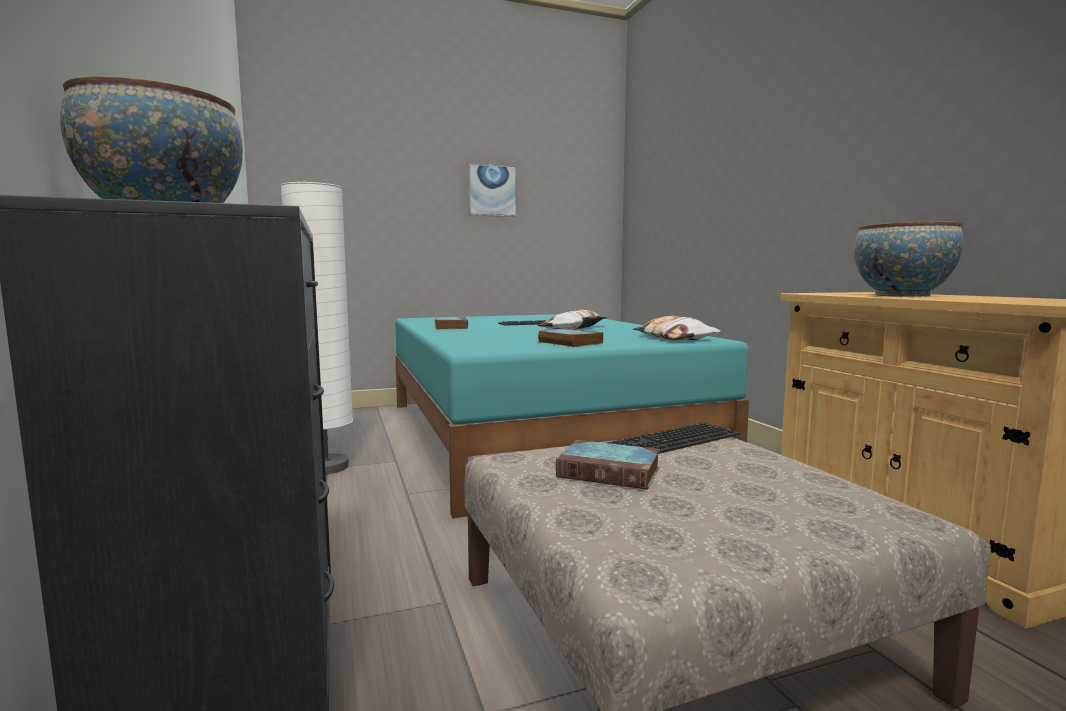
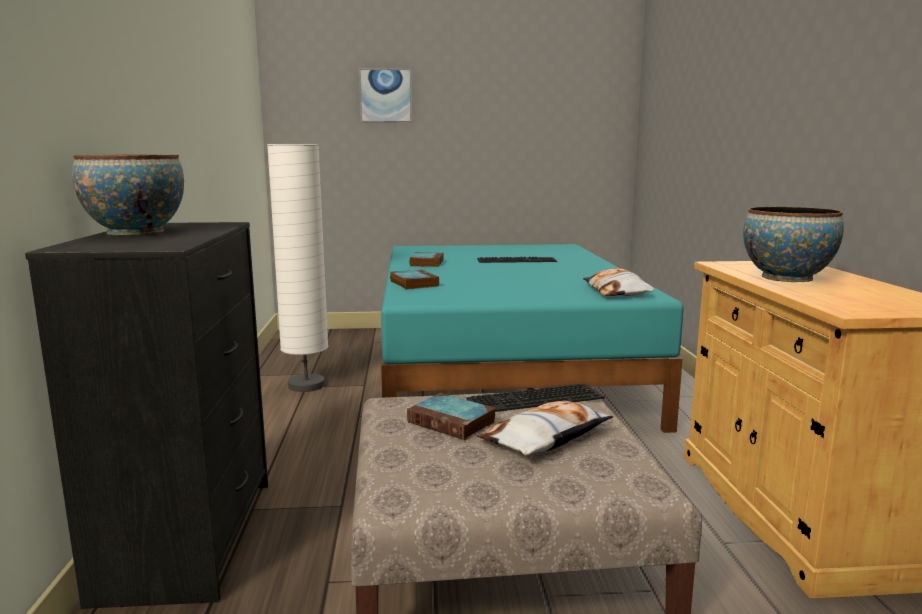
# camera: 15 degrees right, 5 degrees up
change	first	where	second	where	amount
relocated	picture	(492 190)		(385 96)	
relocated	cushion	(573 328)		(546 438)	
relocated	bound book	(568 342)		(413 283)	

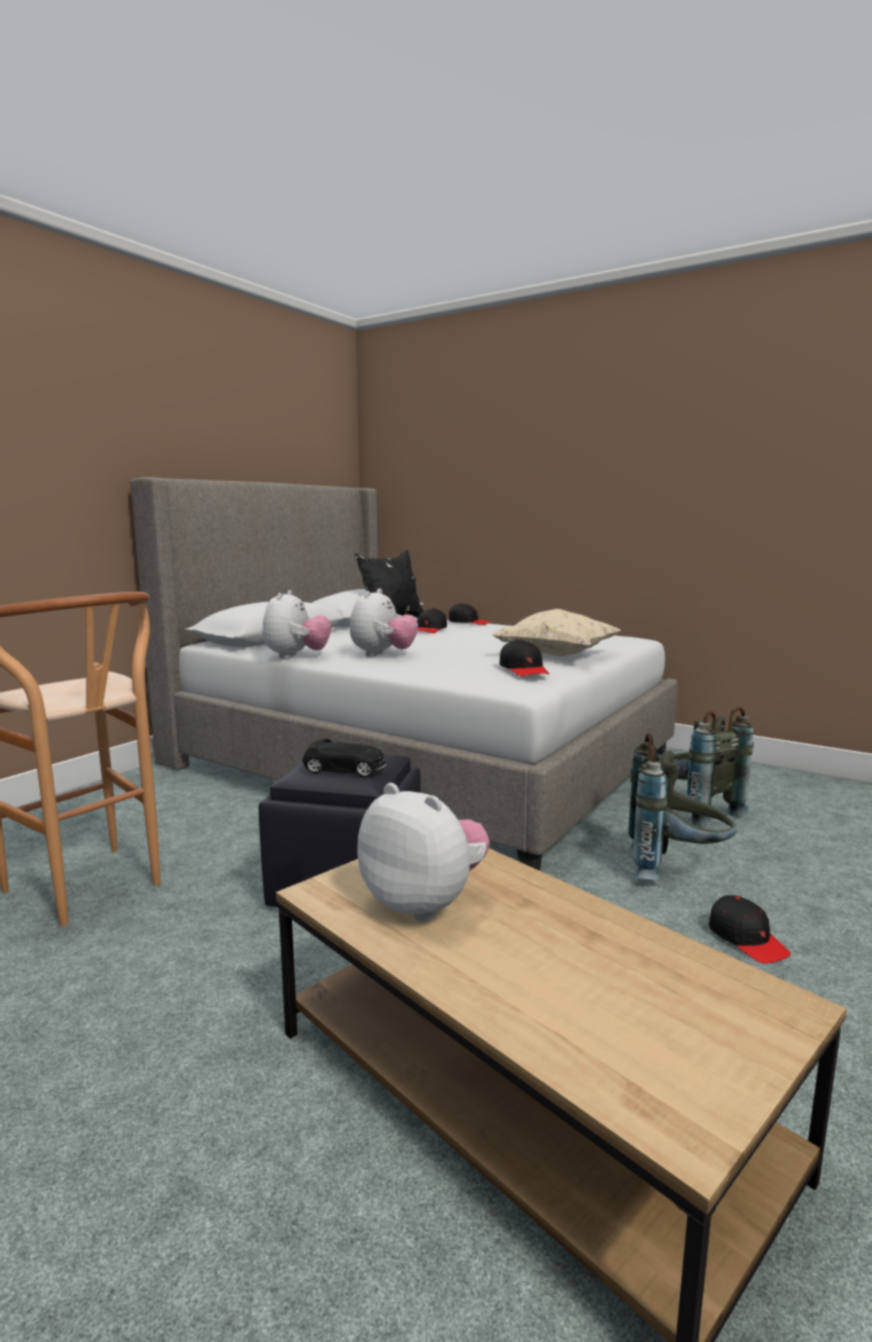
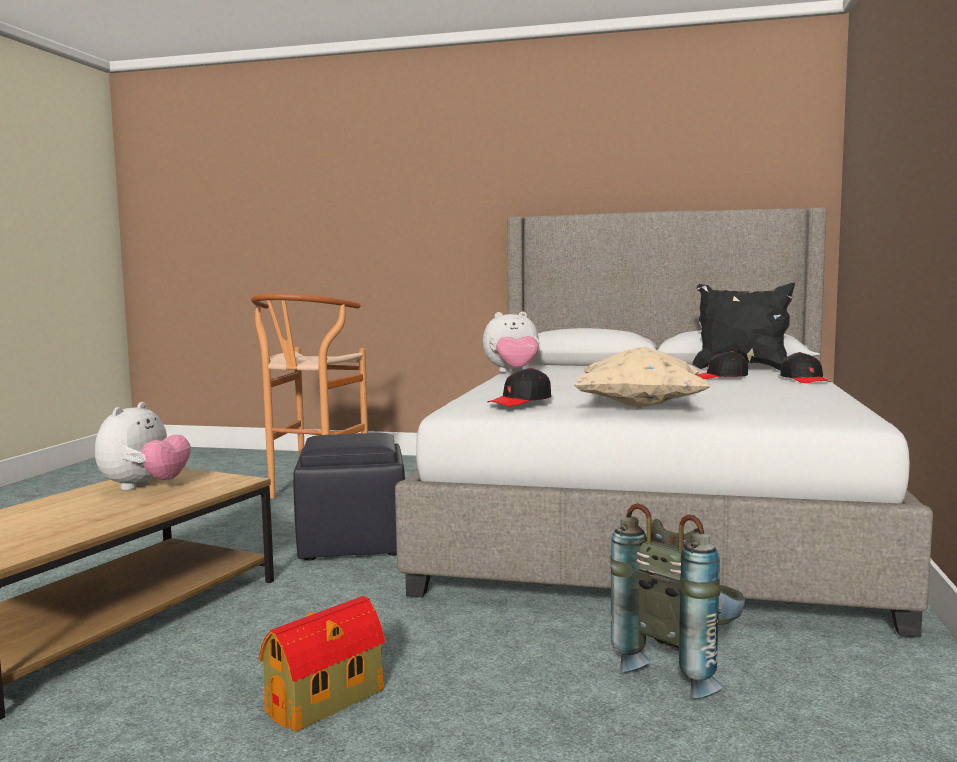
# camera: 70 degrees right, 5 degrees down
change	first	where	second	where	amount
missing	black-coloured toy car	(345 769)			
missing	plush toy	(383 655)			
missing	grey rucksack	(674 868)			
exchanged	black-coloured peaked cap	(747 939)	model house	(328 700)	

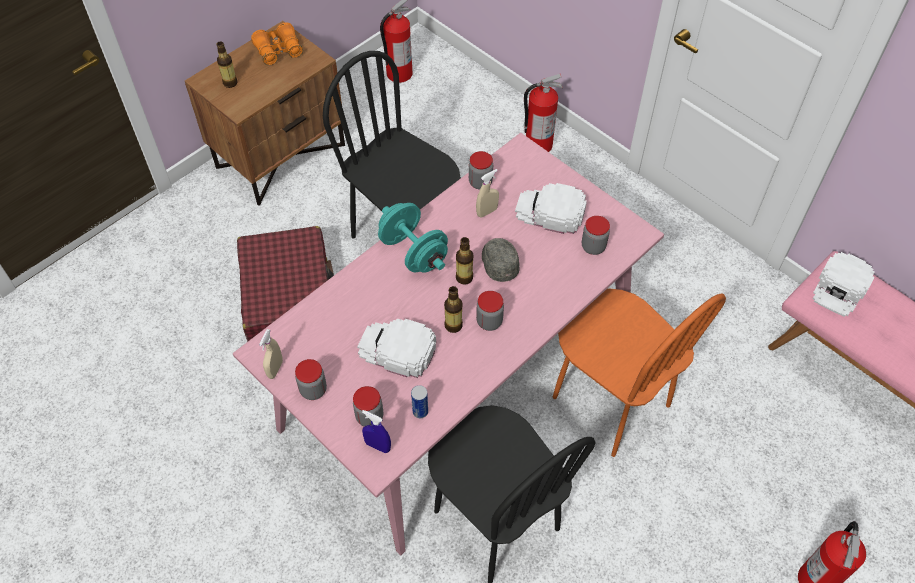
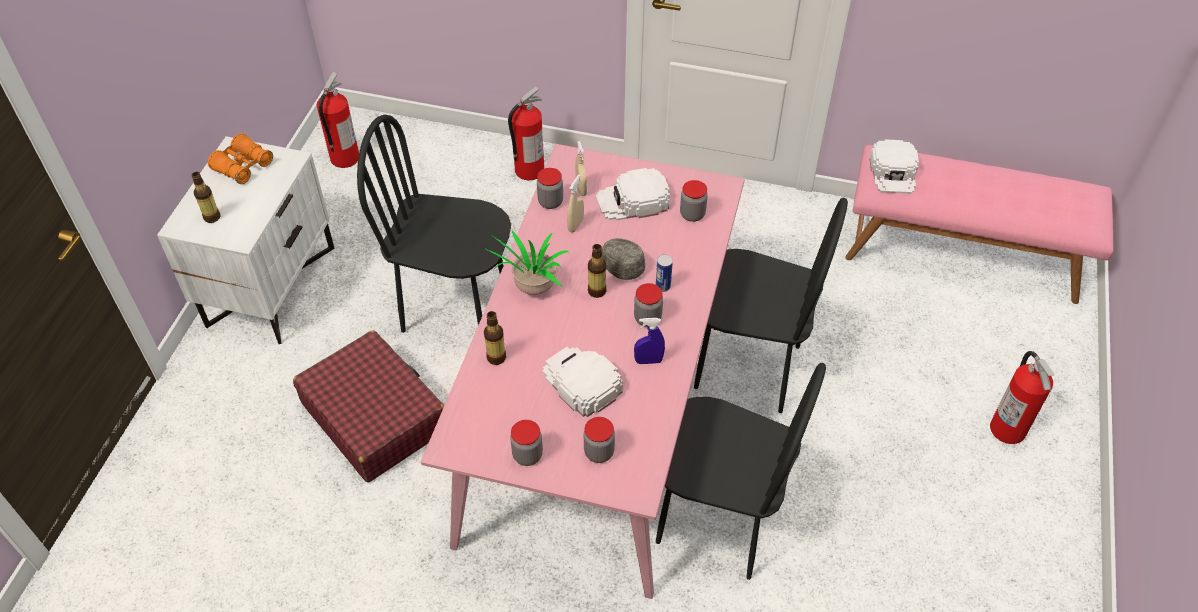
# camera: 30 degrees left, 5 degrees down
change	first	where	second	where	amount
relocated	beige sprayer	(275 369)		(581 189)	
relocated	bluish sprayer	(378 446)		(648 361)	
relocated	sealed can	(420 411)		(663 286)	
relocated	drink bottle	(453 325)		(496 357)	
exchanged	turquoise free weight	(413 252)	potted plant	(533 289)	
colour	brown bedside table	(280 155)	white bedside table	(270 285)	
colour	orangey chair	(610 402)	black-coloured chair	(747 367)	
spun	white peaked cap	(397 350)		(581 382)	60 degrees clockwise

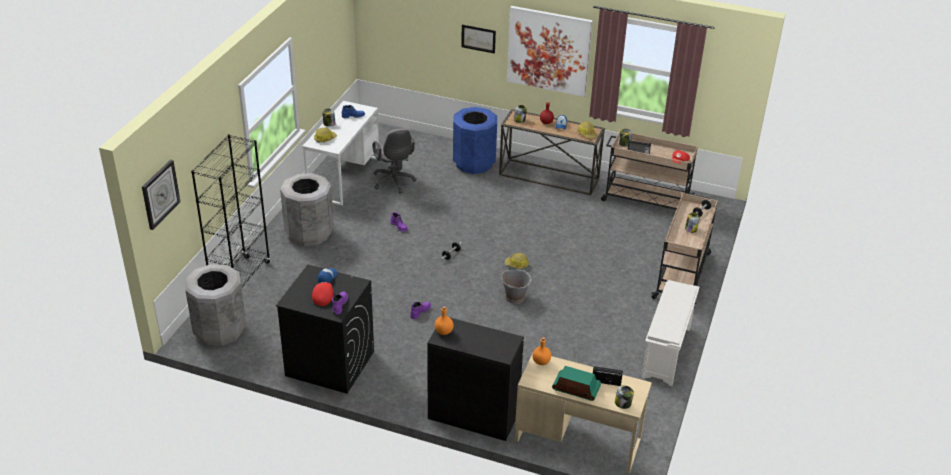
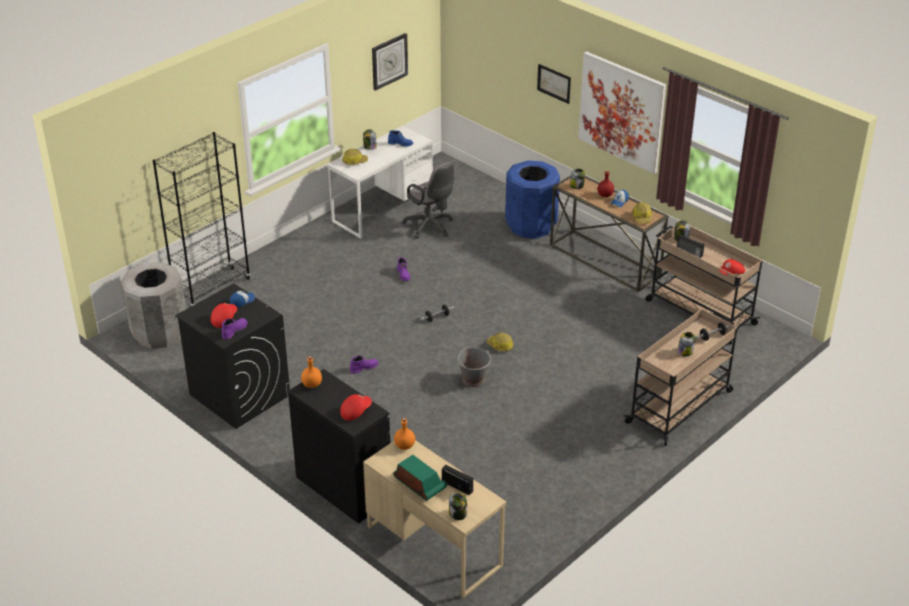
# camera: 25 degrees right, 0 degrees up
change	first	where	second	where	amount
missing	grey waste bin	(309 234)			
missing	white shoe stand	(666 353)			
appeared			reddish peaked cap	(355 411)	
relocated	wall clock	(160 194)		(389 61)	
spun	grey desk chair	(394 182)		(430 227)	45 degrees counterclockwise

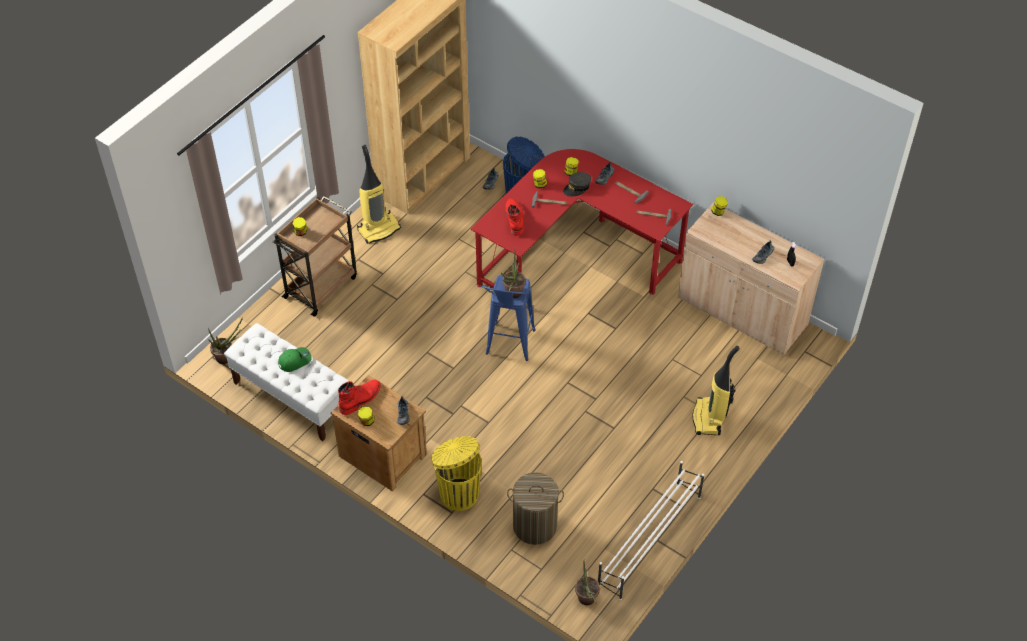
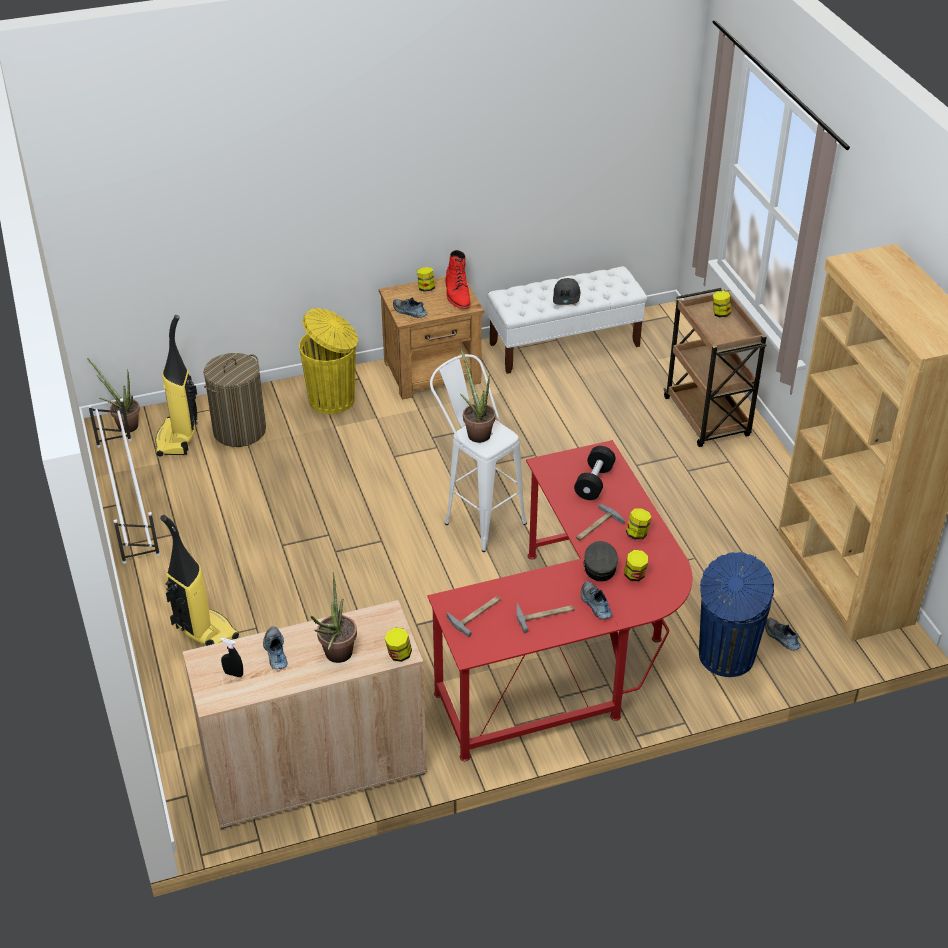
# camera: 125 degrees right, 10 degrees down
change	first	where	second	where	amount
relocated	potted plant	(227 357)		(336 657)	
relocated	vacuum	(379 229)		(178 439)	
exchanged	reddish boot	(514 219)	black-coloured free weight	(594 482)	
colour	greenish peaked cap	(294 360)	grey peaked cap	(566 297)	
colour	bluish sitting stool	(508 349)	white sitting stool	(477 517)	

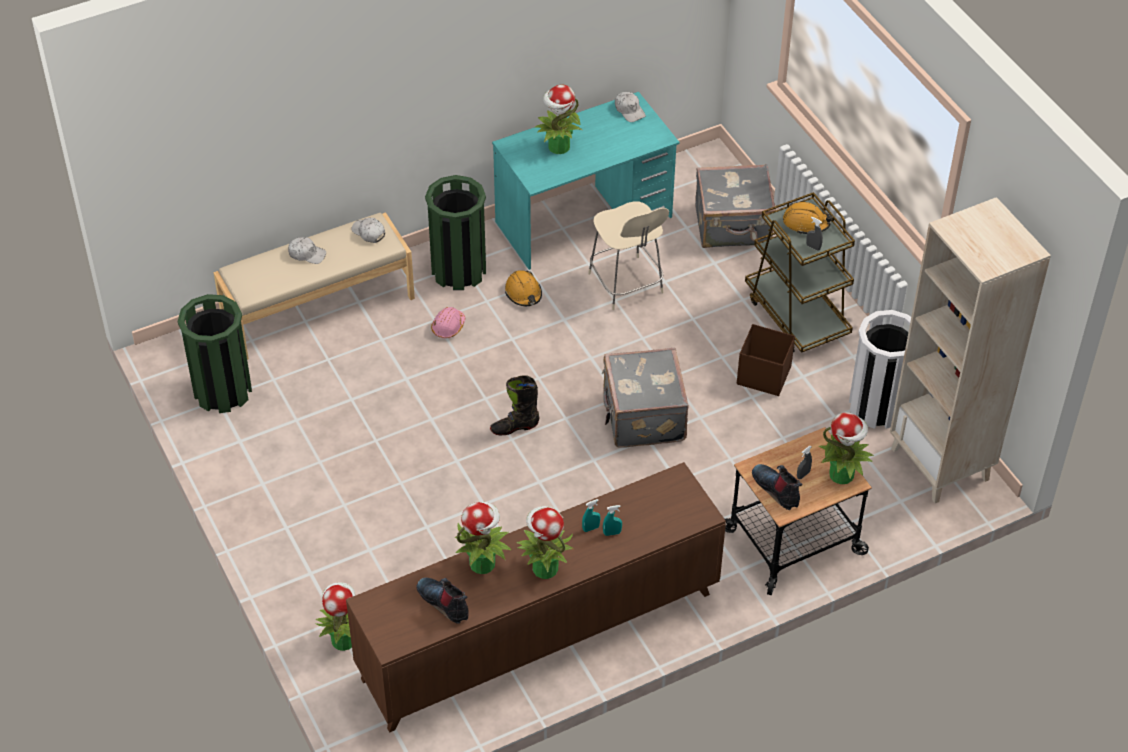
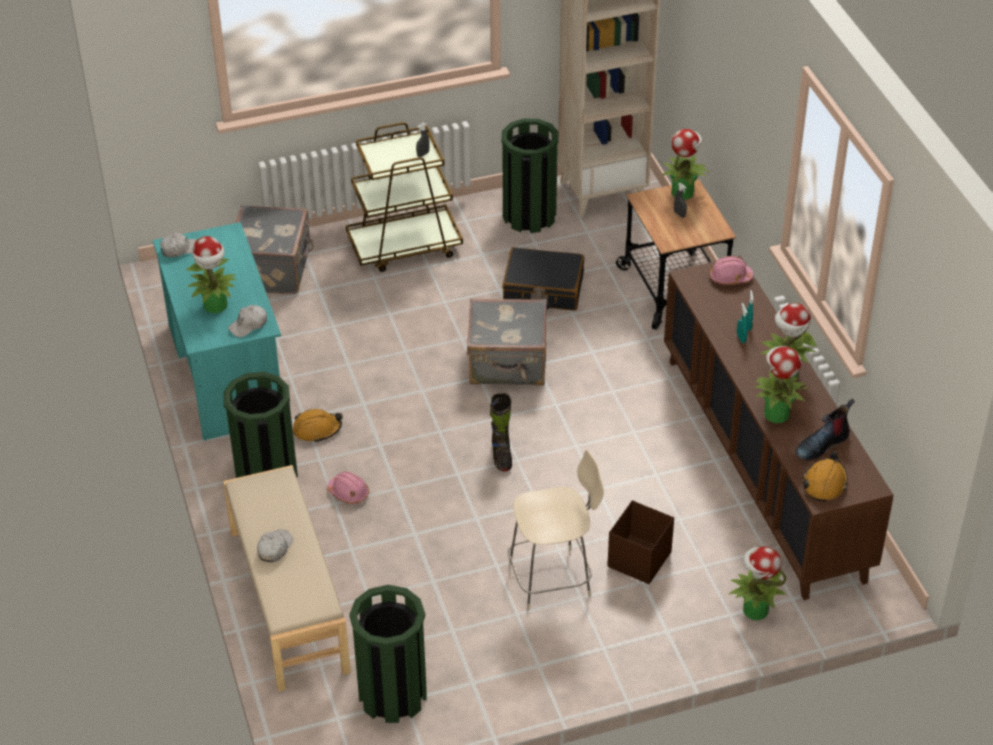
# camera: 80 degrees left, 5 degrees down
change	first	where	second	where	amount
missing	boot	(777 490)			
appeared			black-coloured piece of luggage	(543 289)	
appeared			pink safety helmet	(730 277)	
relocated	white peaked cap	(369 233)		(248 325)	
relocated	beige chair	(626 285)		(553 578)	
relocated	brown storage box	(763 375)		(638 560)	
relocated	orangey safety helmet	(806 223)		(824 483)	
colour	white waste bin	(878 406)	greenish waste bin	(529 216)	

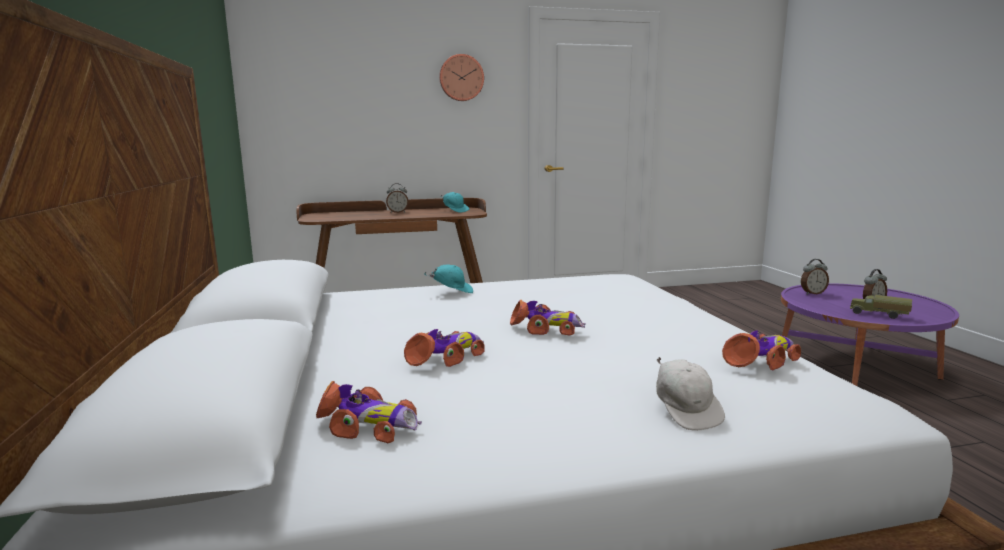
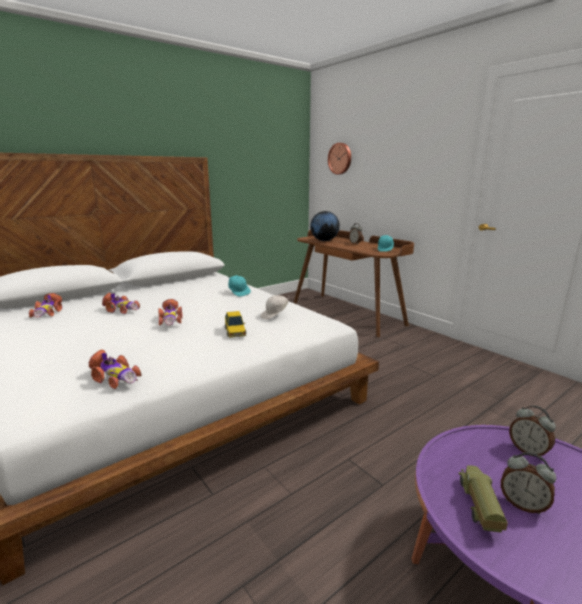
# camera: 65 degrees right, 5 degrees up
change	first	where	second	where	amount
appeared			toy car	(235 332)	
appeared			desk globe	(324 240)	
relocated	wall clock	(461 78)		(340 158)	
relocated	white peaked cap	(686 411)		(275 315)	

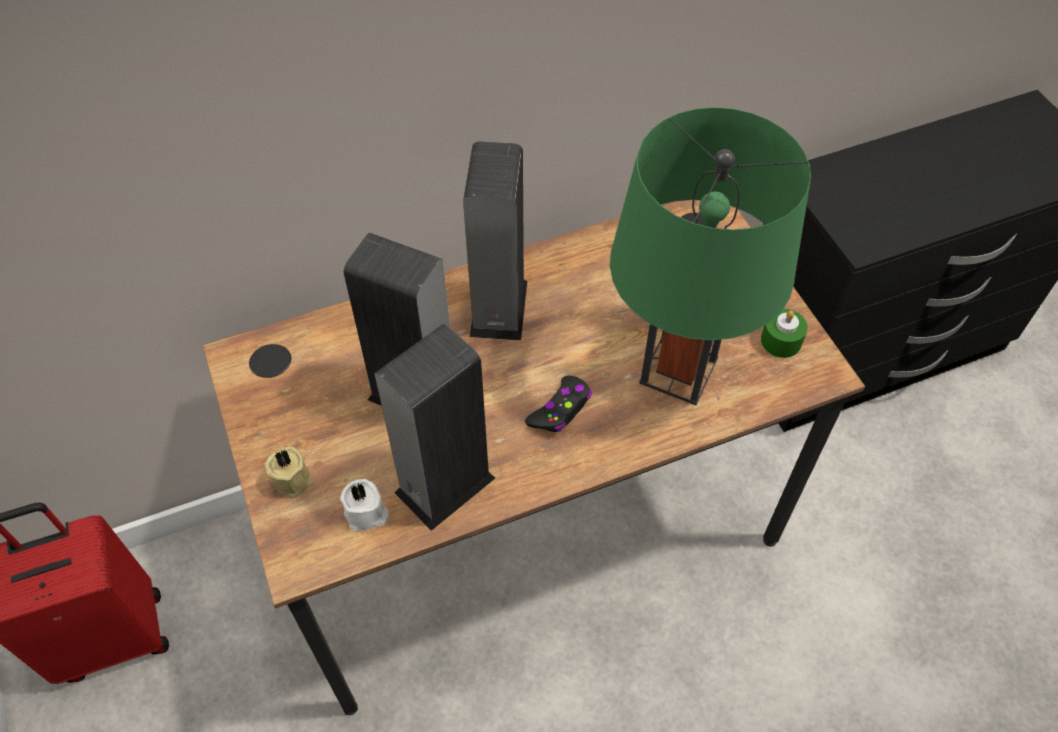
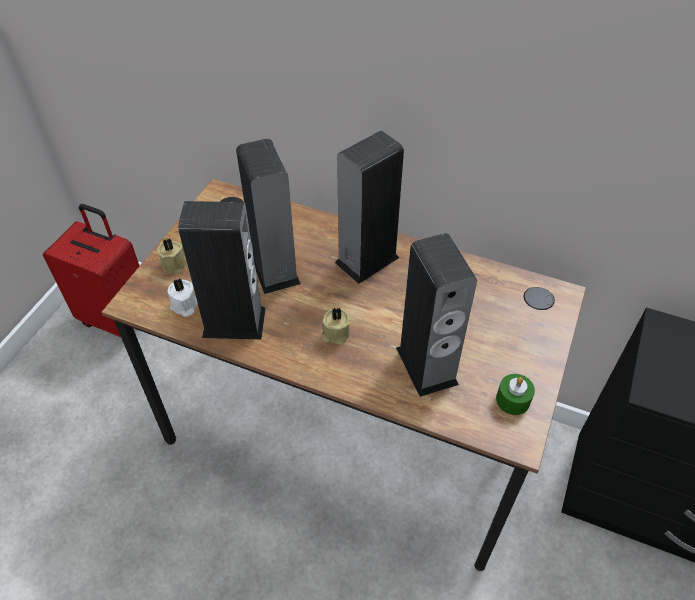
# camera: 45 degrees right, 5 degrees down
change	first	where	second	where	amount
exchanged	black-coloured game controller	(560 410)	beige candle	(335 334)	
exchanged	greenish tabletop lamp	(678 370)	speaker	(426 366)	

